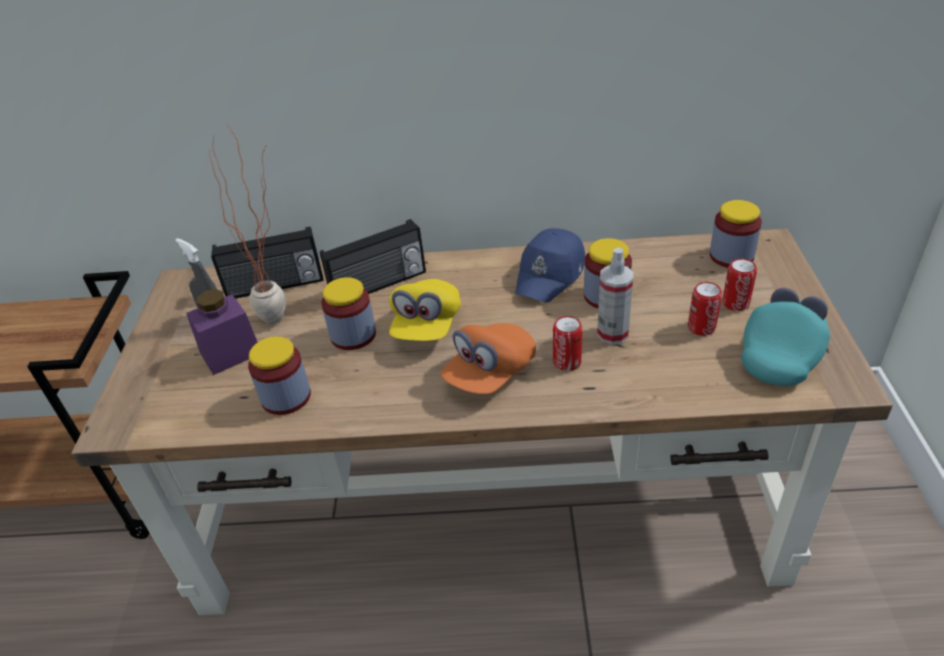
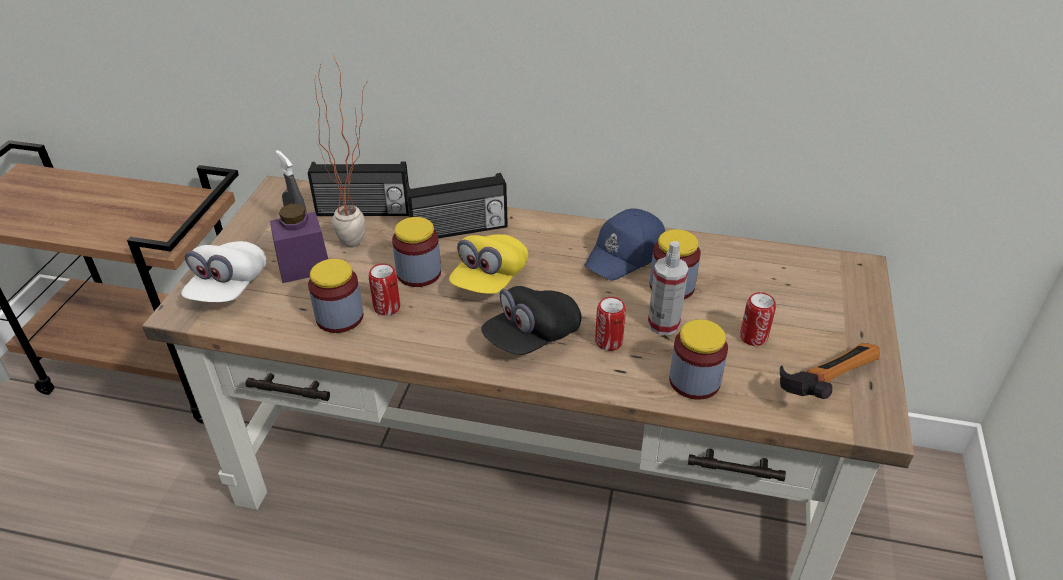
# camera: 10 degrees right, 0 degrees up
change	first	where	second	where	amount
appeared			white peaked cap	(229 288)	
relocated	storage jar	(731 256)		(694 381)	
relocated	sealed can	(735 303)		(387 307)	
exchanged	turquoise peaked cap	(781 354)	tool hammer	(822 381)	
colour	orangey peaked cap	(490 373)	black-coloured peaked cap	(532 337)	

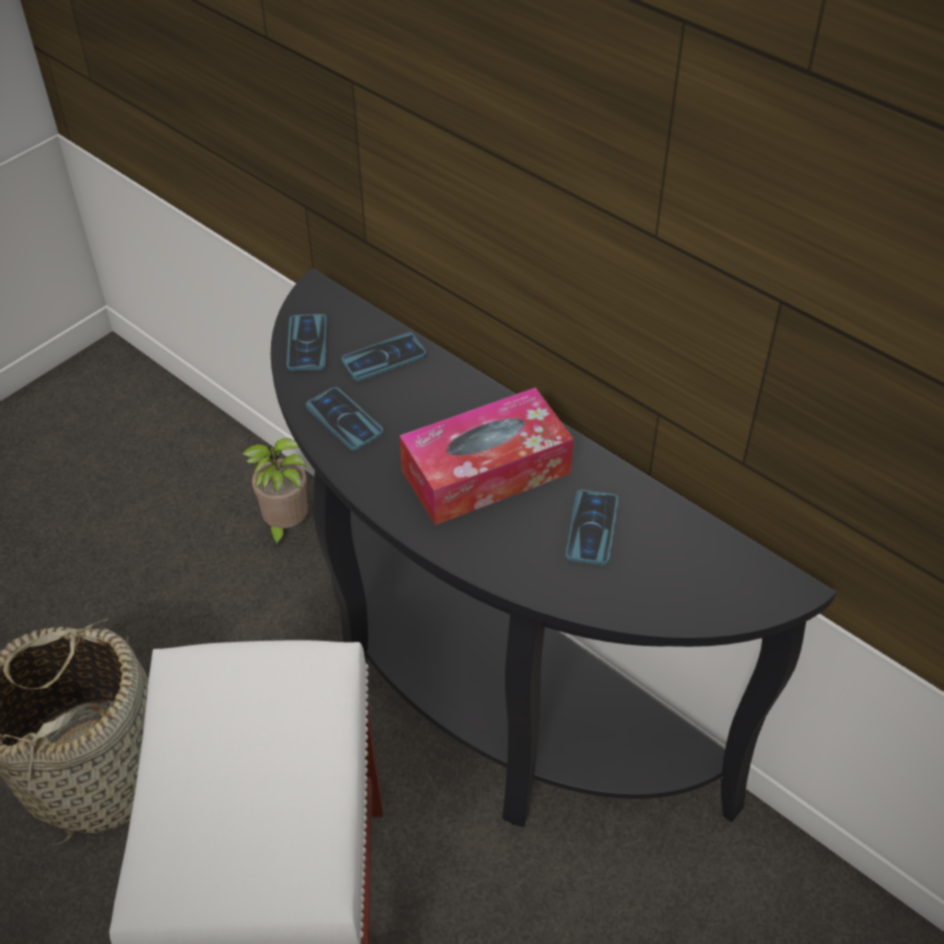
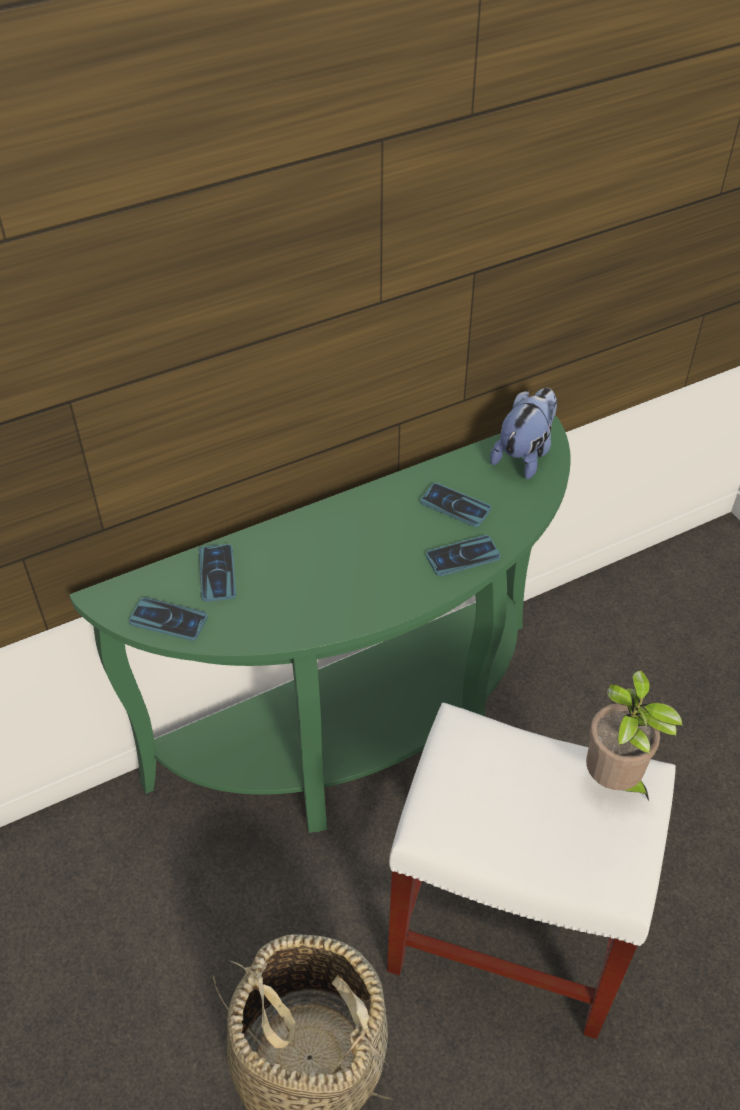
# camera: 70 degrees left, 0 degrees up
change	first	where	second	where	amount
missing	tissue box	(486 472)			
appeared			plush toy	(524 455)	
relocated	potted plant	(285 526)		(614 781)	
relocated	telephone	(344 420)		(463 556)	
colour	black-coloured hall table	(482 697)	greenish hall table	(364 739)	

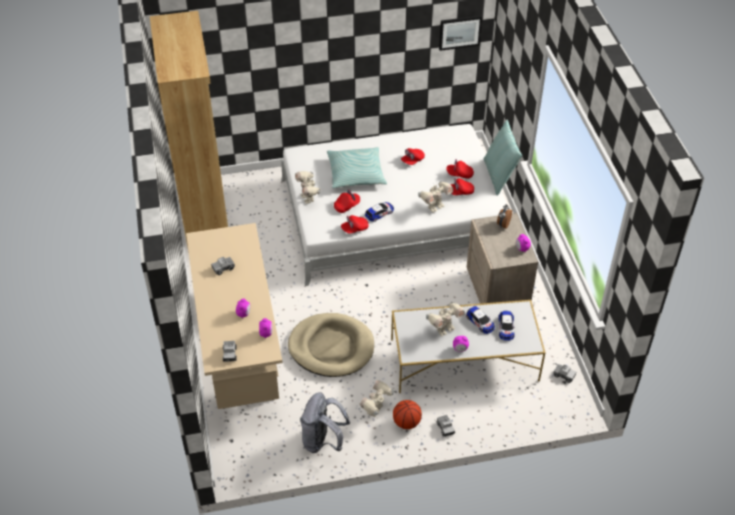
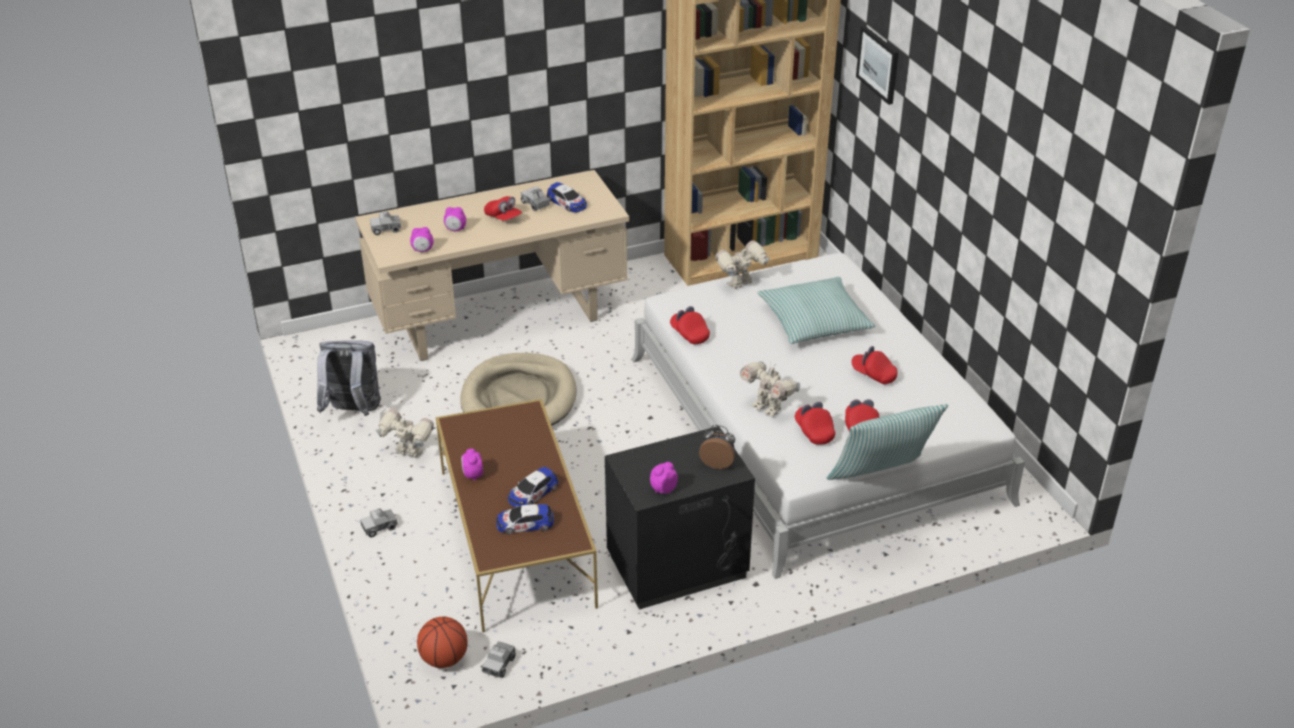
# camera: 80 degrees right, 10 degrees down
change	first	where	second	where	amount
missing	model robot	(444 329)			
relocated	reddish peaked cap	(347 206)		(503 217)	
relocated	toy car	(379 213)		(567 203)	
relocated	ball for basketball	(406 422)		(444 659)	
relocated	picture	(460 32)		(878 64)	
colour	white coffee table	(465 360)	brown coffee table	(516 538)	
colour	beige bedside table	(498 291)	black-coloured bedside table	(678 567)	

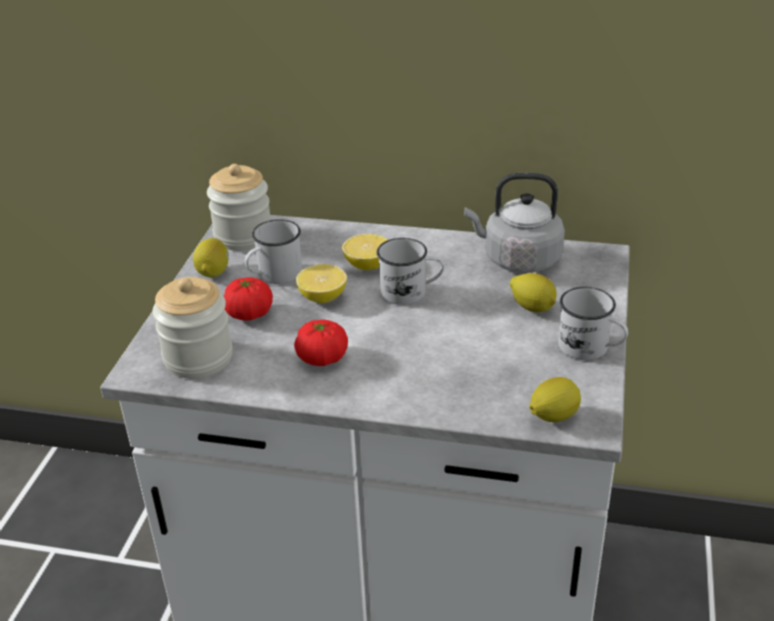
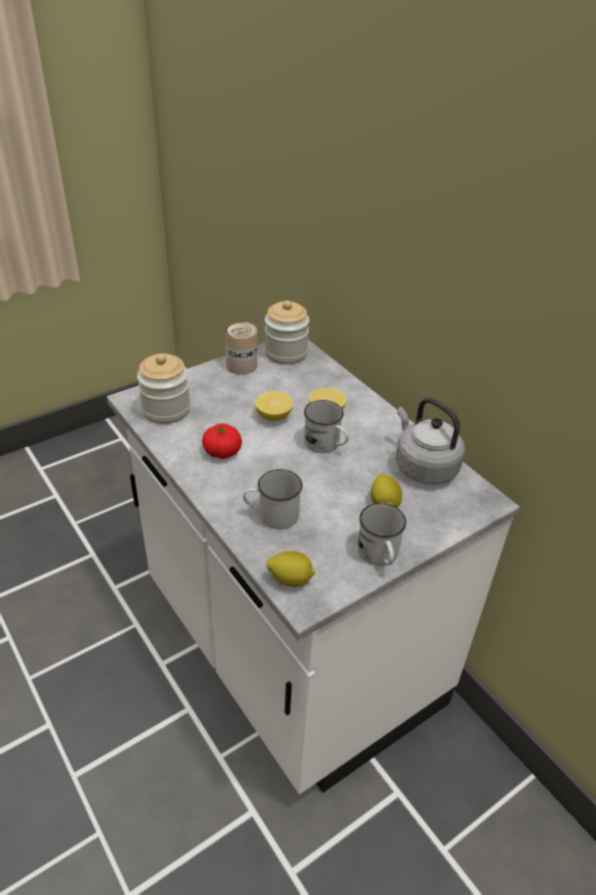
# camera: 40 degrees right, 5 degrees up
change	first	where	second	where	amount
missing	whole tomato	(249 313)			
relocated	white tea mug	(274 275)		(272 515)	
exchanged	citrus fruit	(213 272)	sealed can	(241 365)	

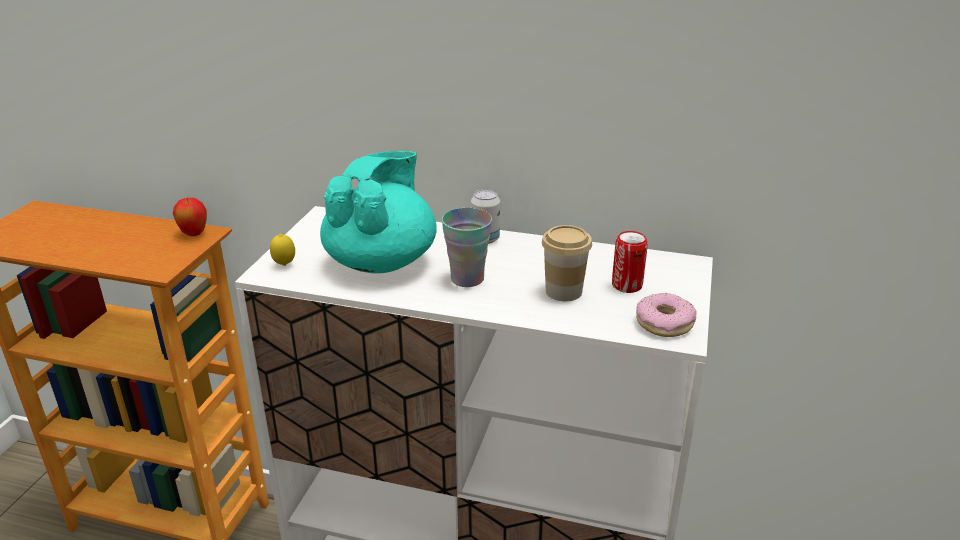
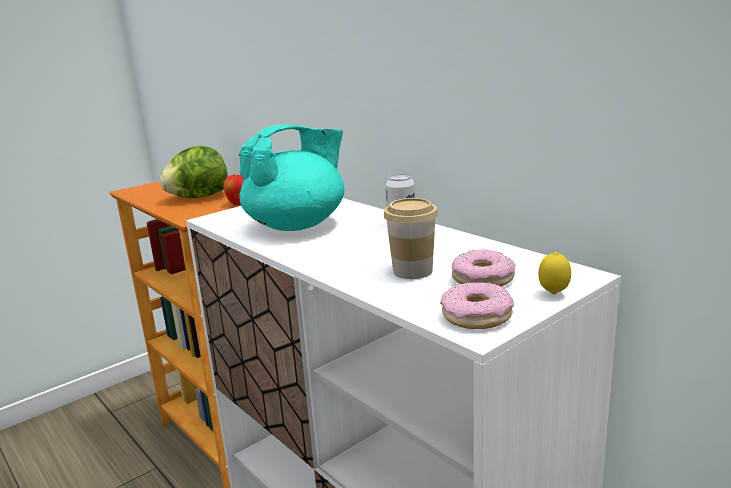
# camera: 35 degrees right, 10 degrees down
change	first	where	second	where	amount
missing	small cup	(467 279)			
appeared			lettuce	(198 197)	
relocated	citrus fruit	(284 265)		(553 294)	
exchanged	sealed can	(627 285)	doughnut	(483 279)	

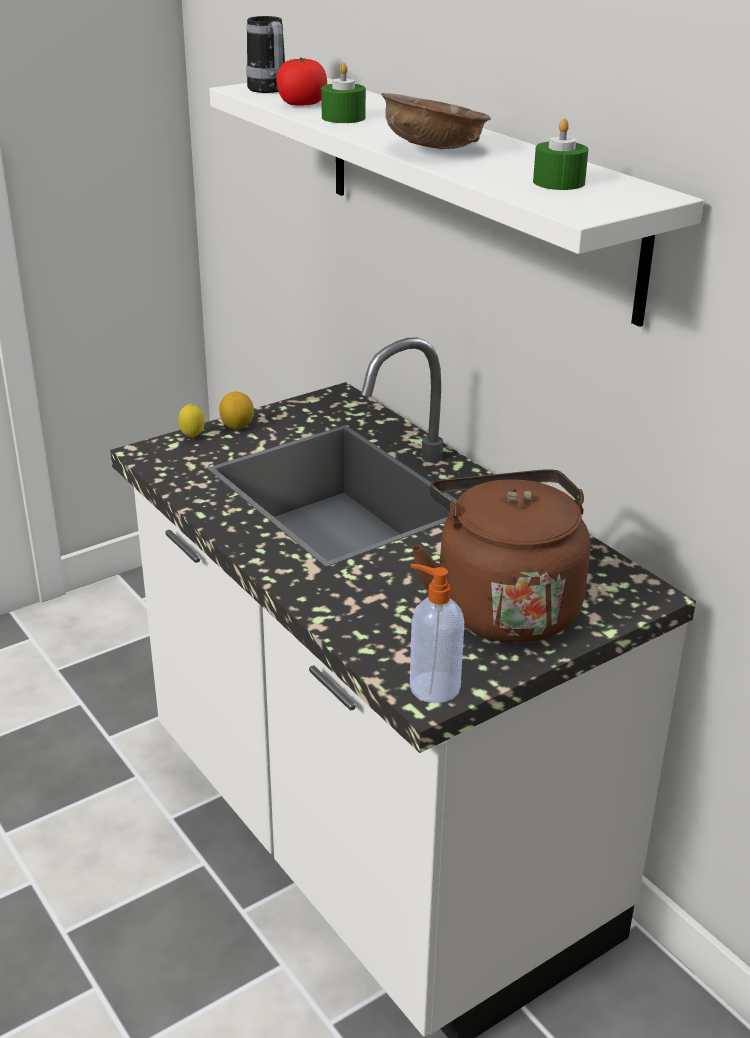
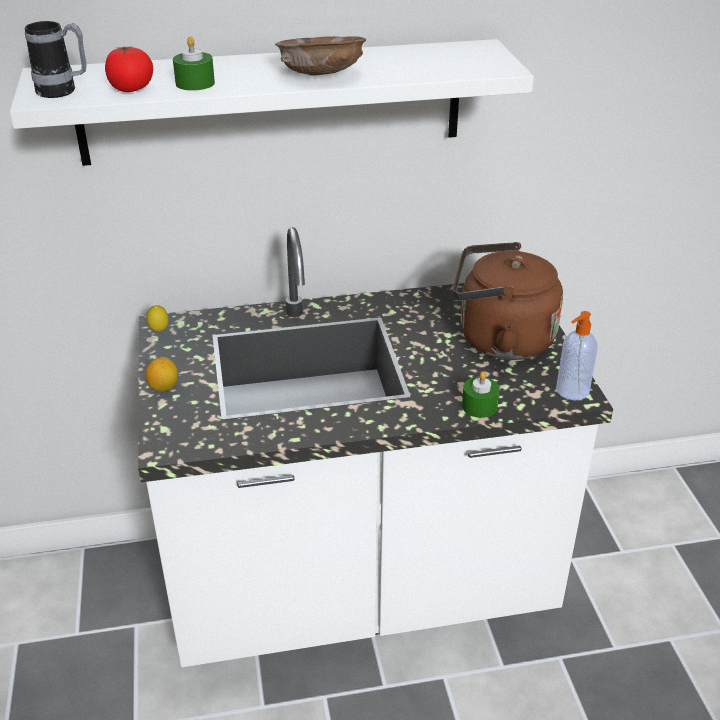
# camera: 65 degrees left, 5 degrees up
change	first	where	second	where	amount
relocated	citrus fruit	(192 437)		(159 331)	
relocated	greenish candle	(558 182)		(479 406)	

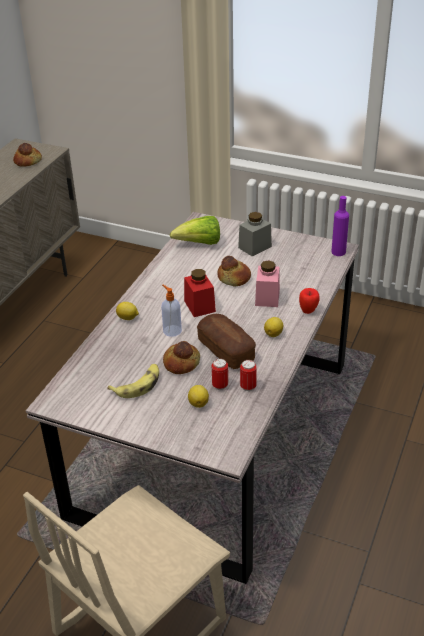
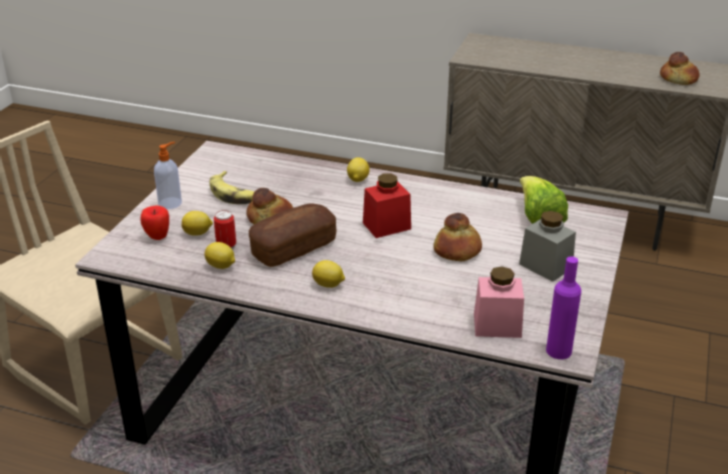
# camera: 85 degrees right, 5 degrees down
change	first	where	second	where	amount
relocated	soap dispenser	(171 330)		(171 203)	
relocated	pink storage jar	(267 298)		(497 325)	
relocated	whole apple	(308 311)		(157 237)	
exchanged	sealed can	(248 387)	citrus fruit	(221 266)	

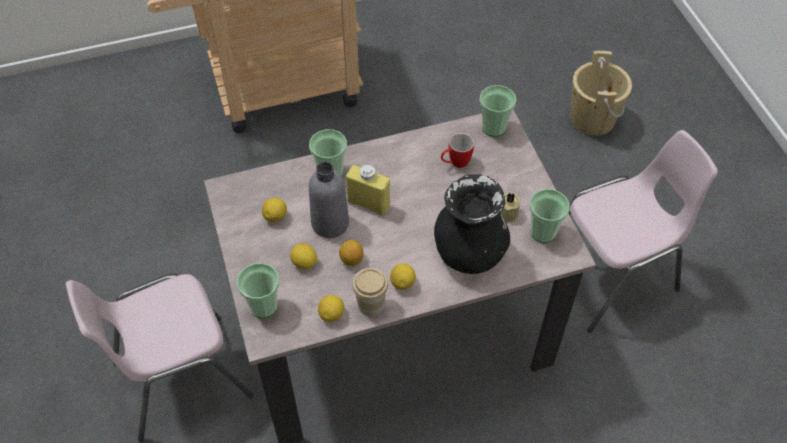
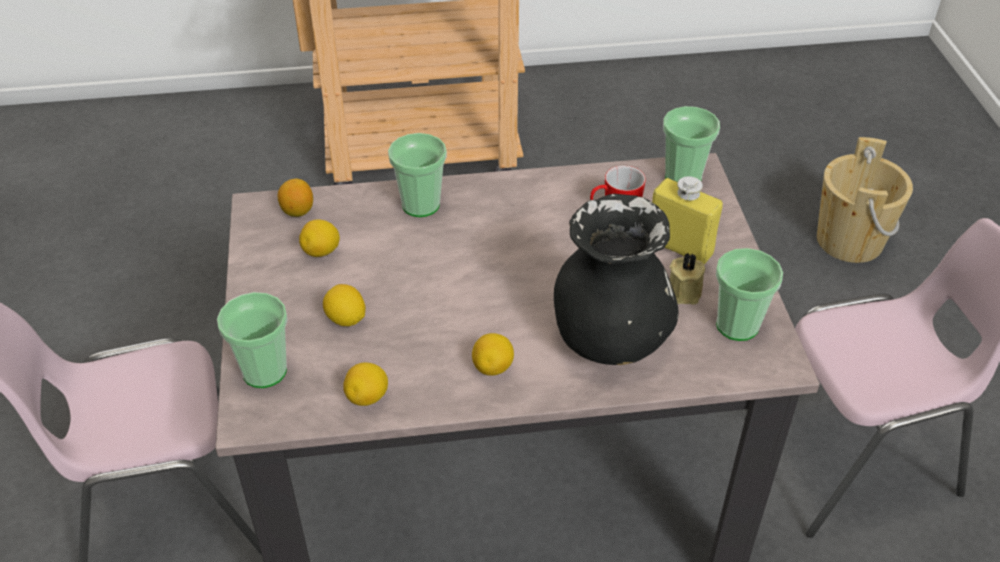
# camera: 10 degrees right, 10 degrees down
change	first	where	second	where	amount
missing	grey drink bottle	(330 223)			
missing	small cup	(371 305)			
relocated	citrus fruit	(351 259)		(297 211)	
relocated	yellow-coloured drink bottle	(368 203)		(679 247)	

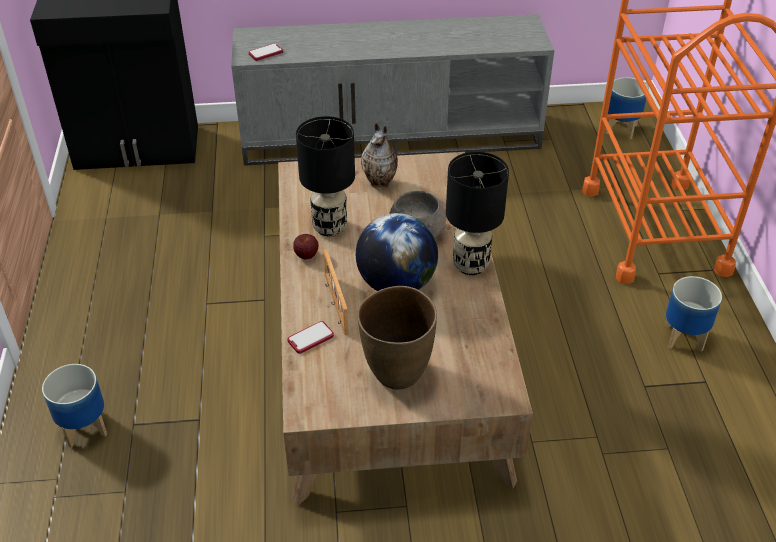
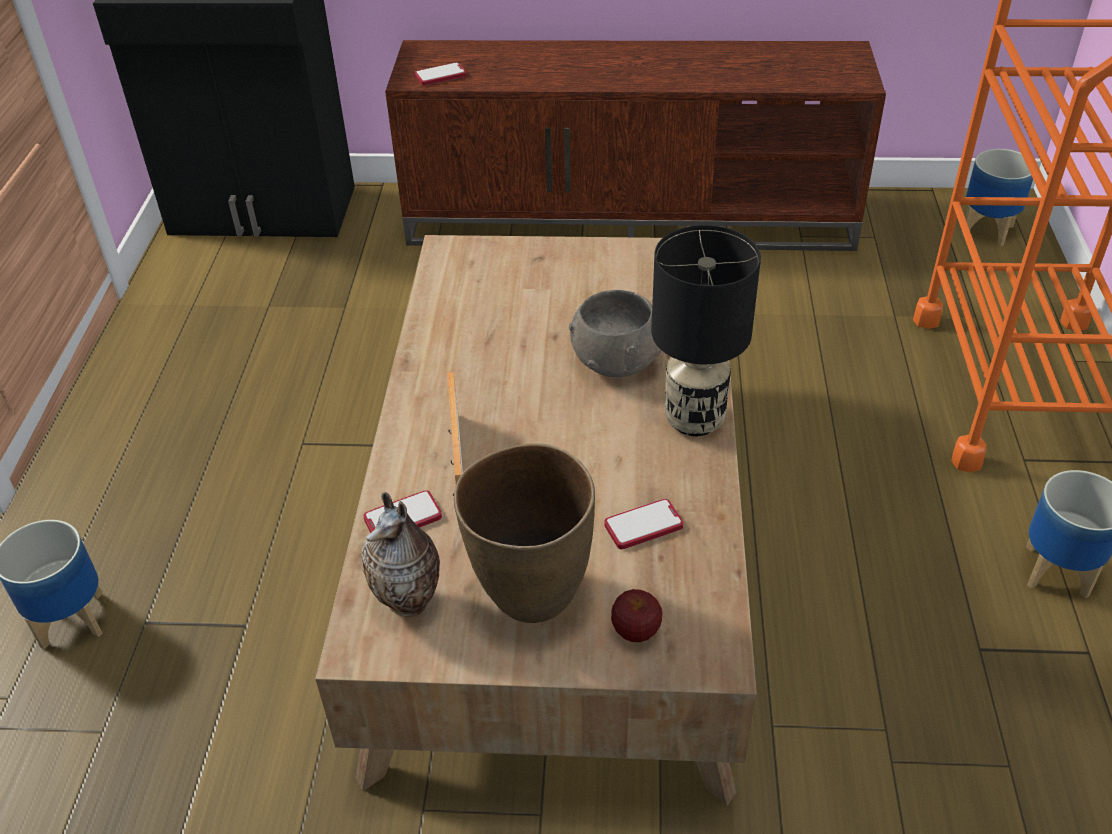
# camera: 10 degrees right, 0 degrees up
change	first	where	second	where	amount
missing	black-coloured tabletop lamp	(330 228)			
missing	desk globe	(396 284)			
appeared			telephone	(643 525)	
relocated	whole apple	(306 255)		(635 631)	
relocated	vase	(381 184)		(410 602)	
colour	grey tv unit	(392 136)	brown tv unit	(632 217)	

